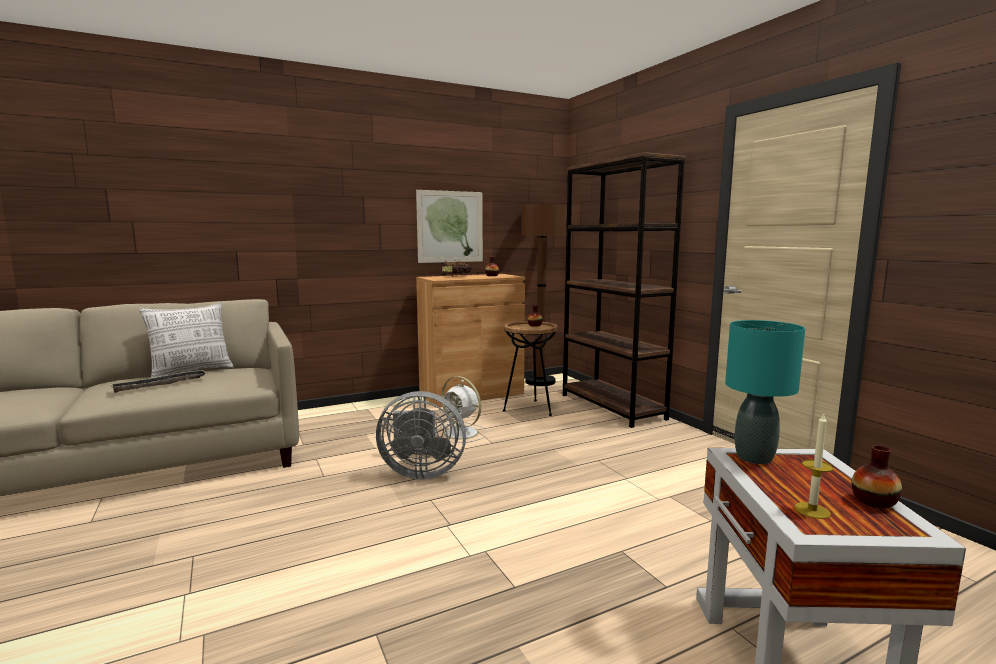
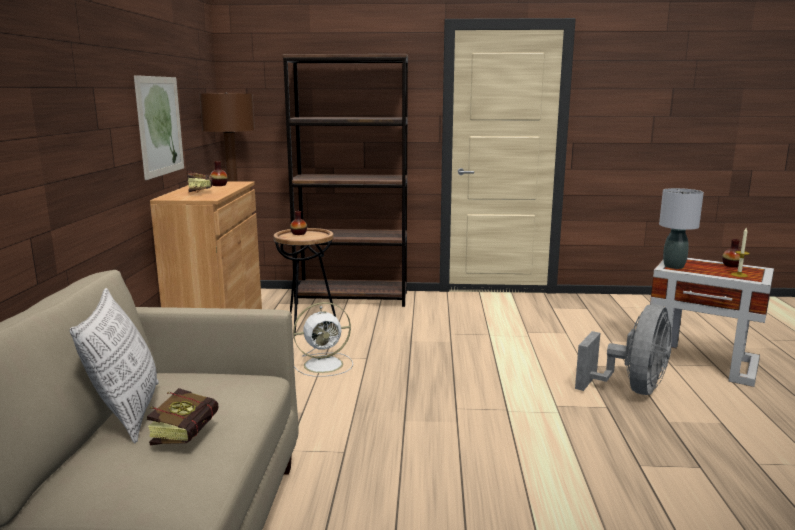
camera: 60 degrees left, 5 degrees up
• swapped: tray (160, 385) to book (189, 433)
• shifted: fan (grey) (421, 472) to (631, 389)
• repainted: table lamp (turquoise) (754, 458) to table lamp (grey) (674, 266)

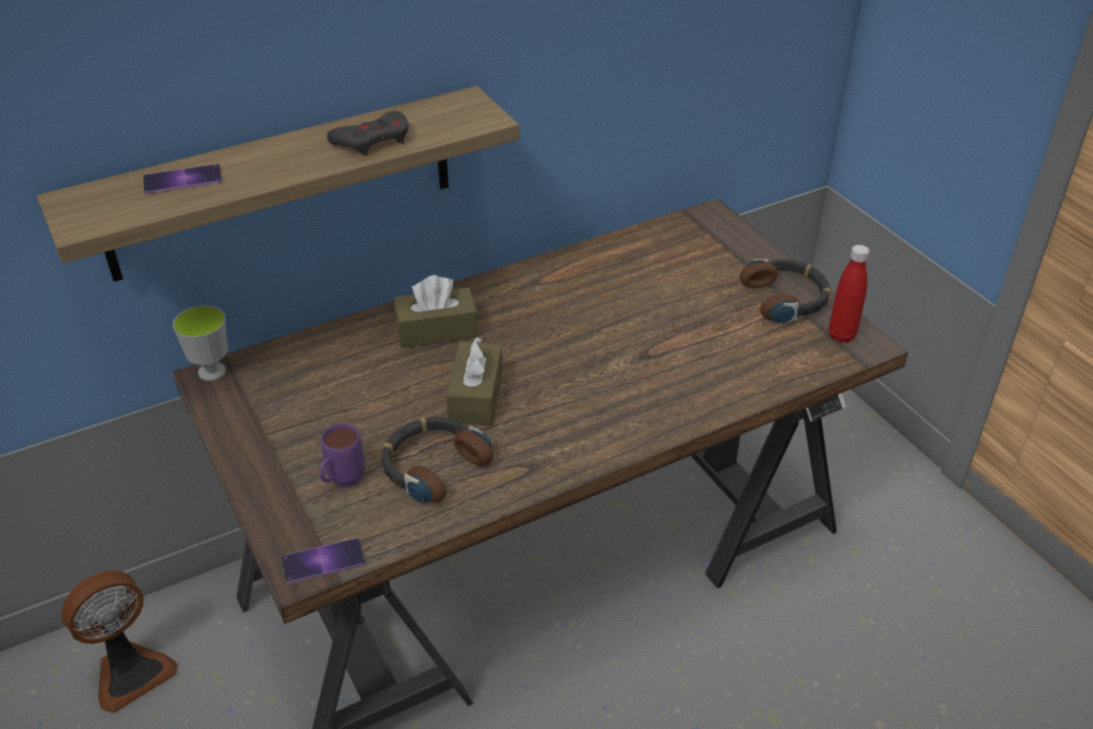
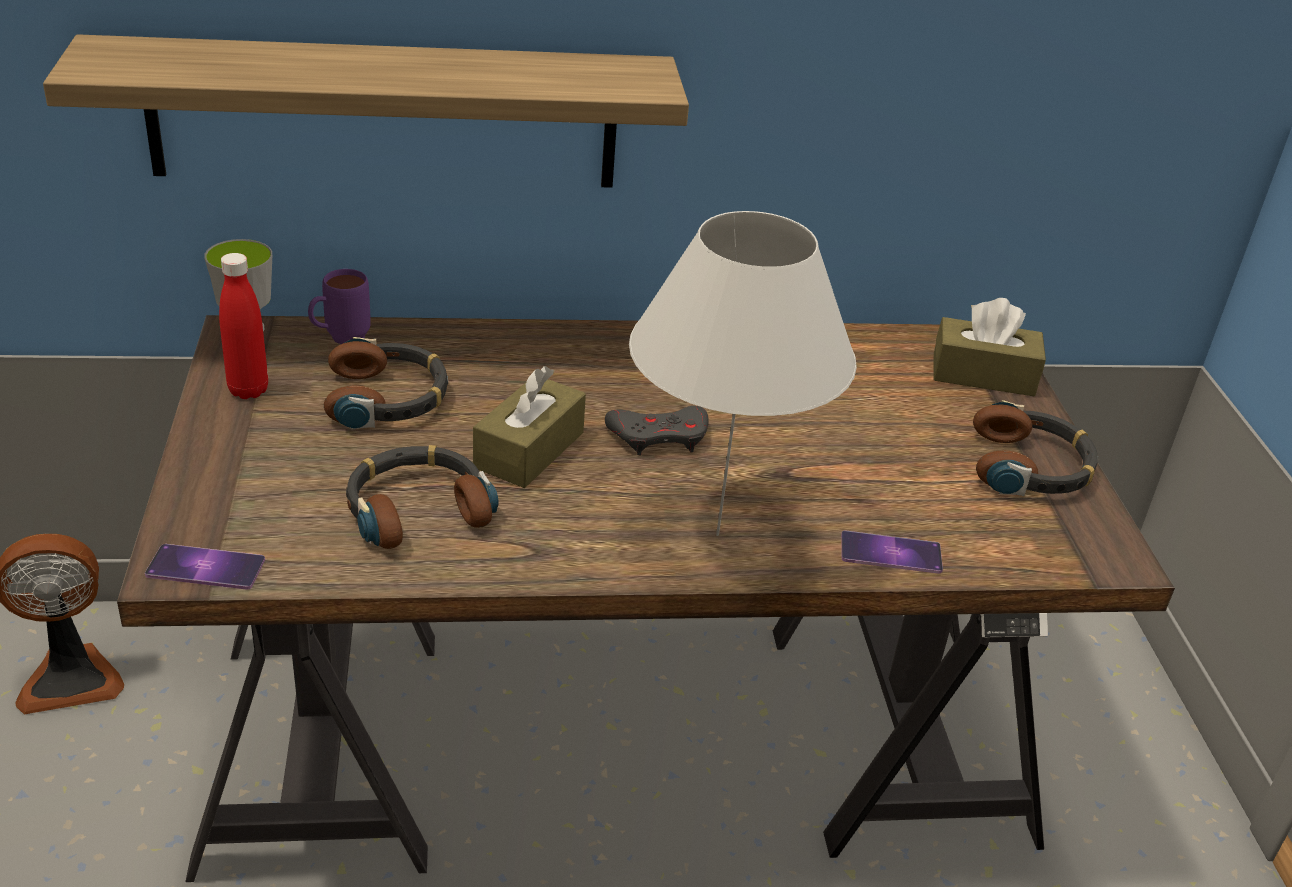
camera: 20 degrees right, 5 degrees down
• shifted: bottle (red) (841, 335) to (248, 390)
• shifted: mug (purple) (342, 483) to (340, 340)
• new: headphones (388, 398)
• shifted: game controller (grey) (373, 140) to (659, 436)
• new: table lamp (white) (717, 535)
• shifted: phone (182, 179) to (891, 553)
• shifted: tissue box (brown) (436, 330) to (983, 375)

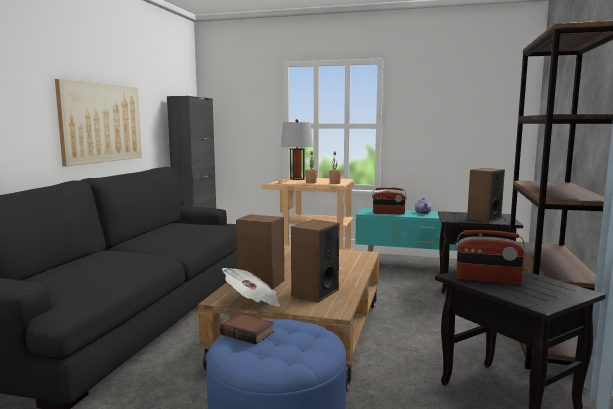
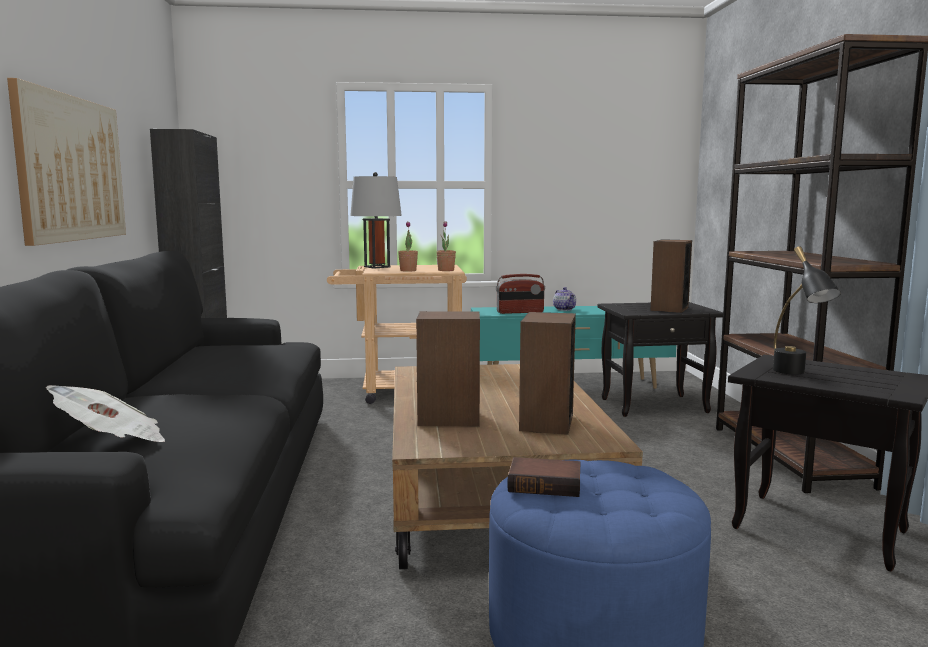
camera: 20 degrees left, 0 degrees up
• shifted: newspaper (252, 301) to (112, 441)
• swapped: radio (487, 280) to table lamp (black) (796, 374)

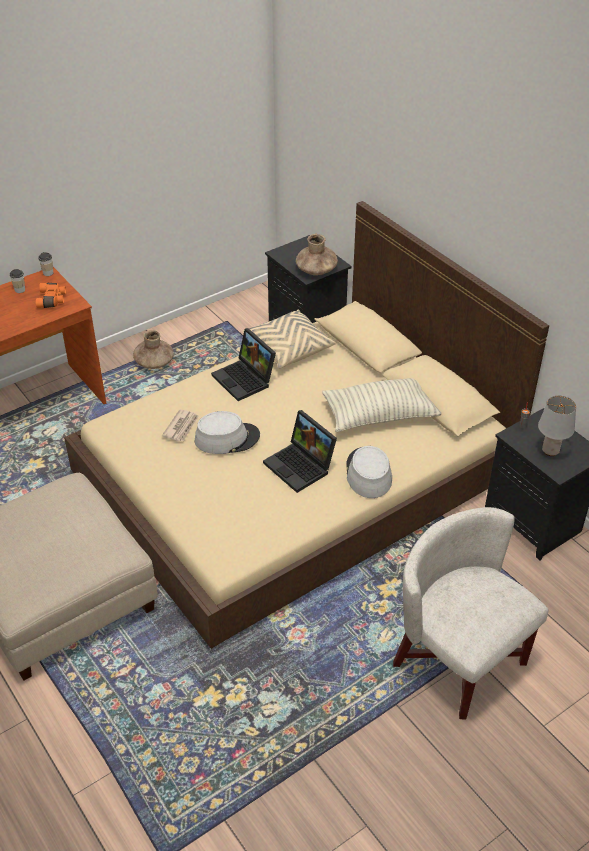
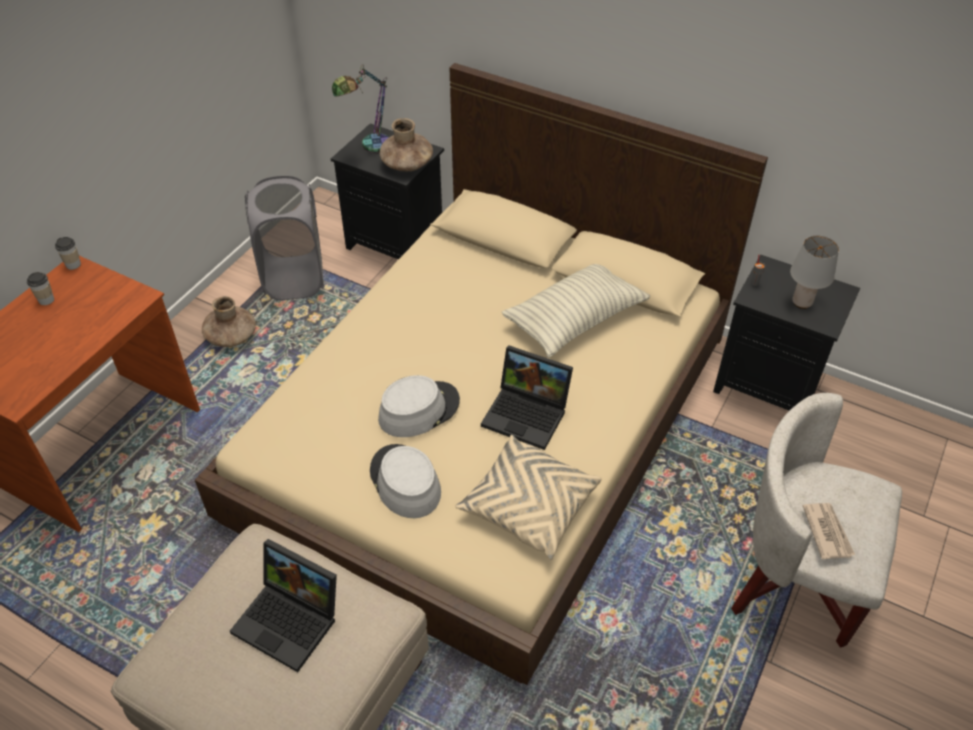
camera: 25 degrees left, 5 degrees up
• shifted: laptop (245, 379) to (291, 620)
• new: laundry basket (grey) (294, 278)
• new: table lamp (369, 147)
• shifted: hat (grey) (368, 473) to (404, 482)
• shifted: pillow (beige) (288, 348) to (528, 506)
• shifted: newspaper (181, 427) to (827, 532)
• gone: binoculars (orange) (52, 300)

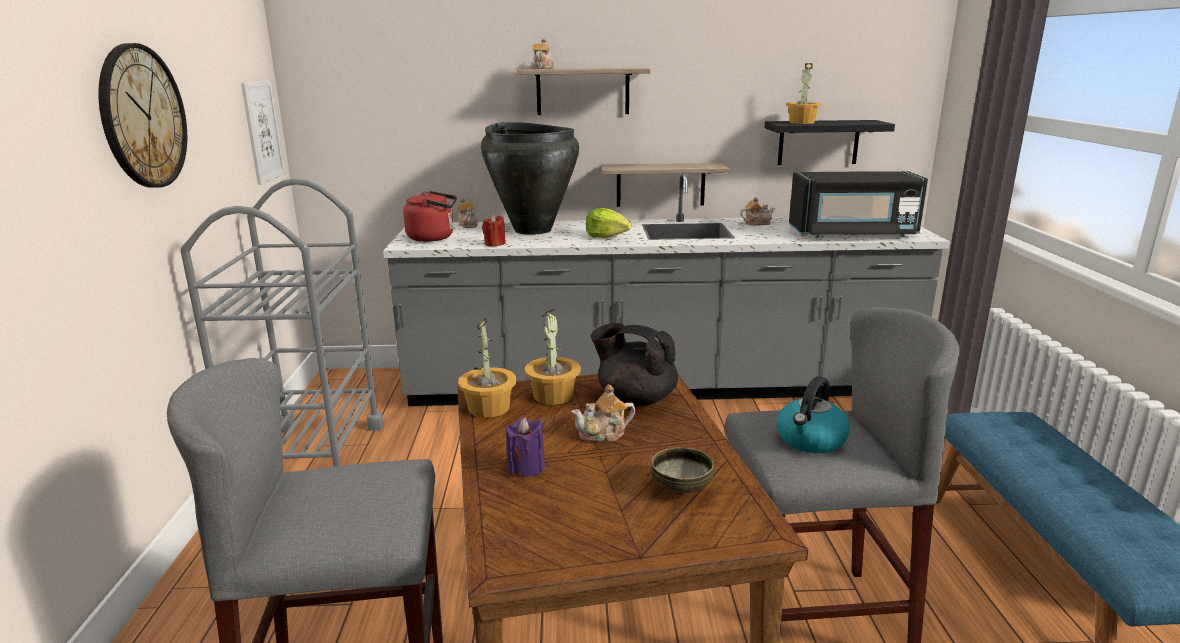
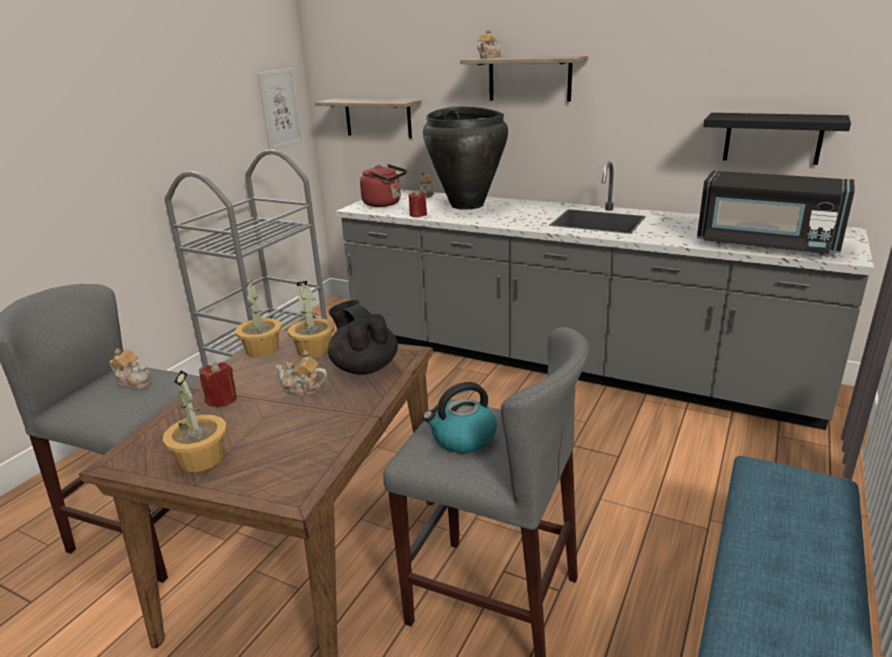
camera: 30 degrees right, 5 degrees up
• shifted: teapot (756, 223) to (134, 382)
• shifted: potted plant (801, 122) to (202, 458)
• repainted: candle (purple) (526, 468) to candle (red) (222, 400)
• shifted: shelf (660, 184) to (378, 117)
• gone: wall clock (143, 117)
• gone: lettuce (606, 236)
• gone: bowl (681, 489)

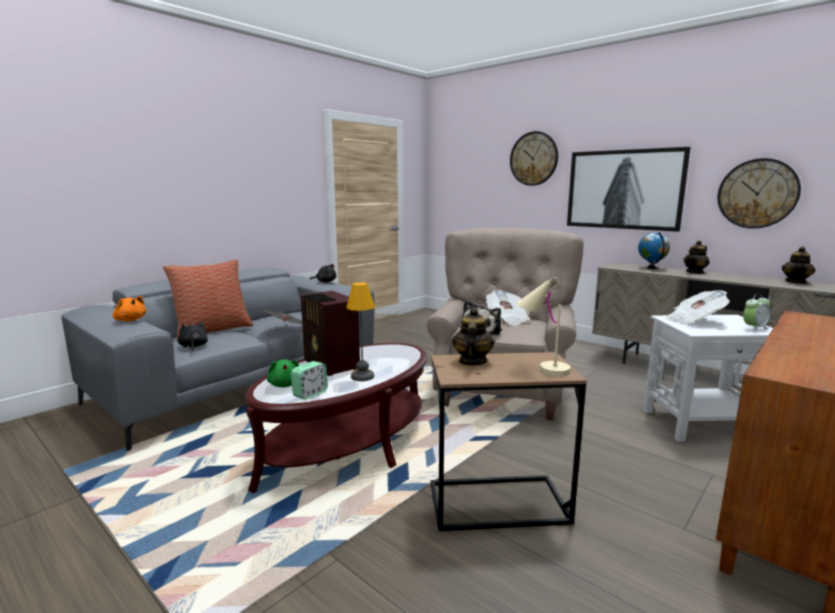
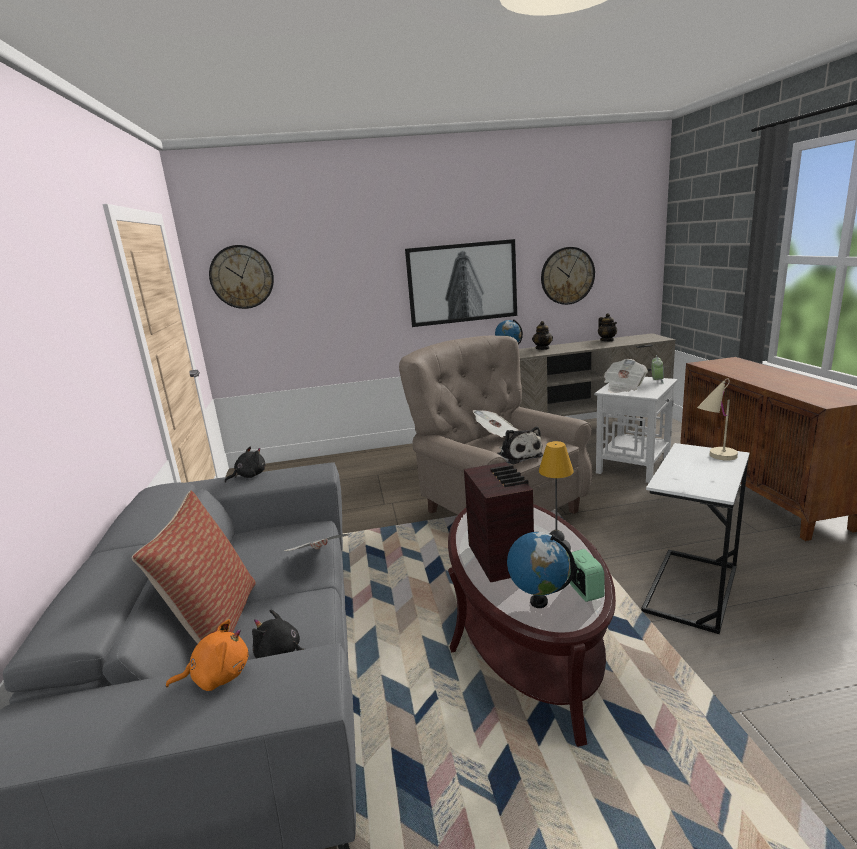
camera: 50 degrees left, 5 degrees up
• shifted: wall clock (534, 158) to (242, 277)
• rotated: radio (331, 365) = (501, 558) 105 degrees counterclockwise
• swapped: plush toy (green) (285, 384) to globe (539, 601)
• repainted: side table (brown) (497, 503) to side table (white) (691, 589)
• gone: teapot (472, 361)

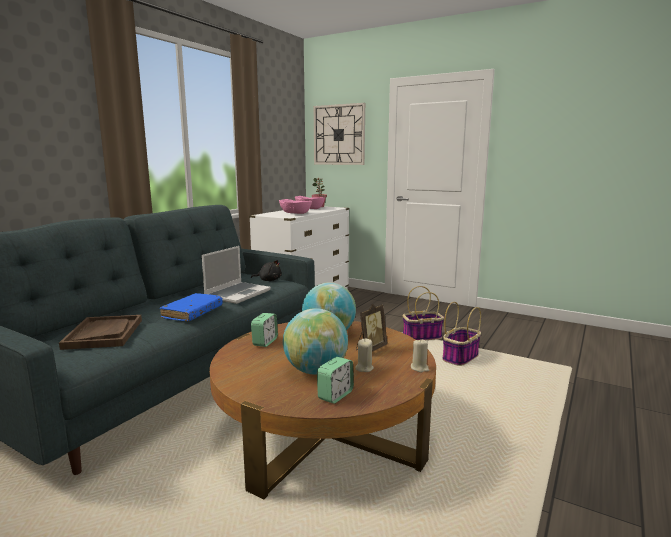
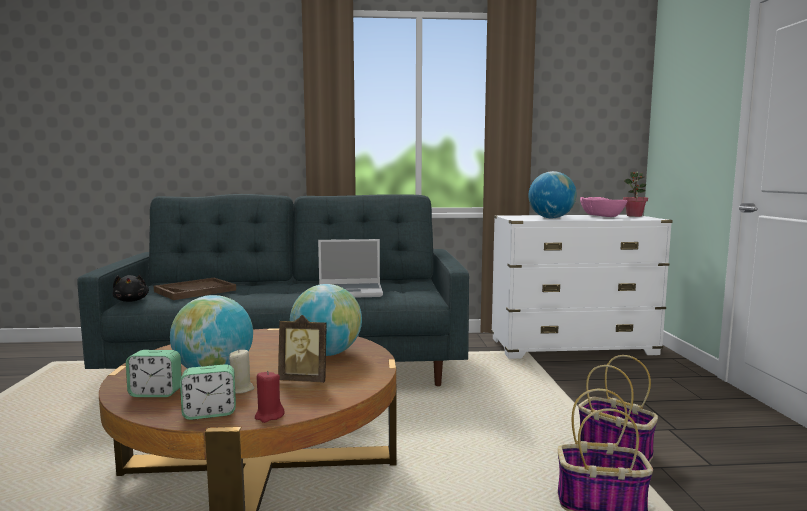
camera: 55 degrees right, 5 degrees down
• shifted: plush toy (black) (268, 280) to (131, 300)
• shifted: alarm clock (265, 342) to (210, 413)
• repainted: candle (beige) (419, 368) to candle (red) (269, 416)
• swapped: bowl (pink) (295, 213) to globe (551, 218)
• gone: book (blue) (192, 313)
• gone: wall clock (339, 135)

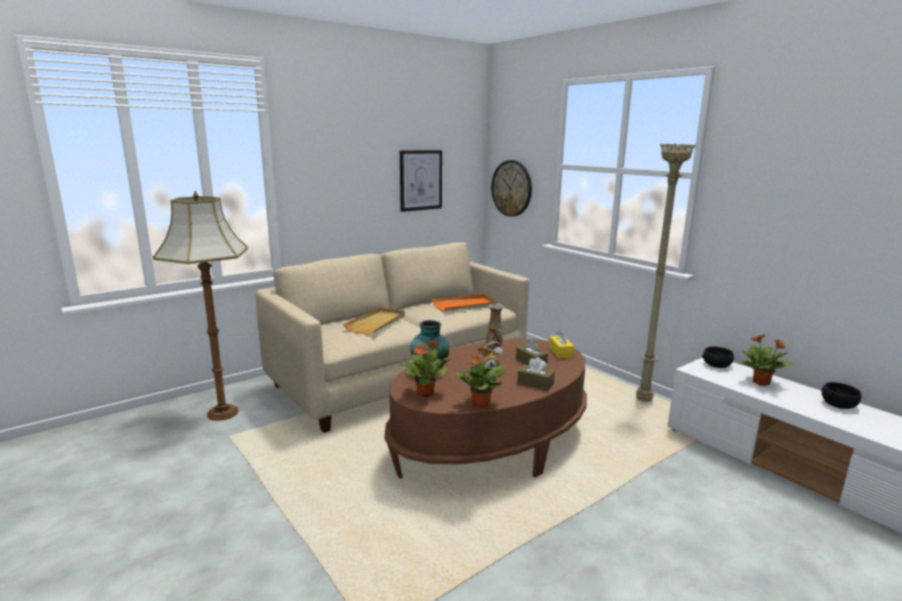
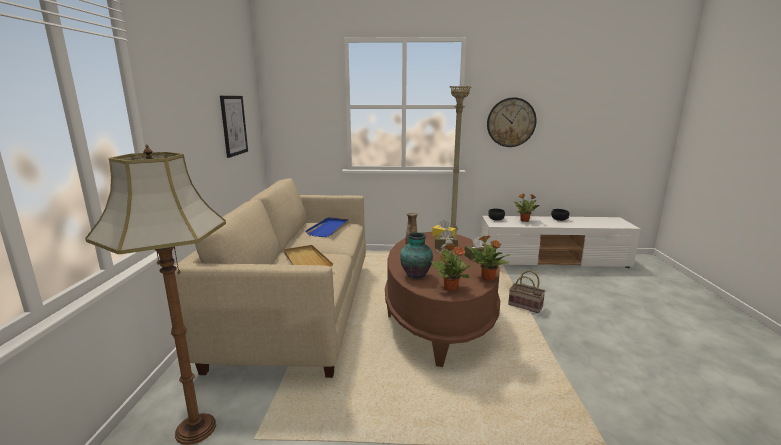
camera: 50 degrees left, 0 degrees up
• repainted: tray (orange) (464, 305) to tray (blue) (329, 229)
• shifted: wall clock (512, 188) to (511, 122)
• new: basket (526, 306)

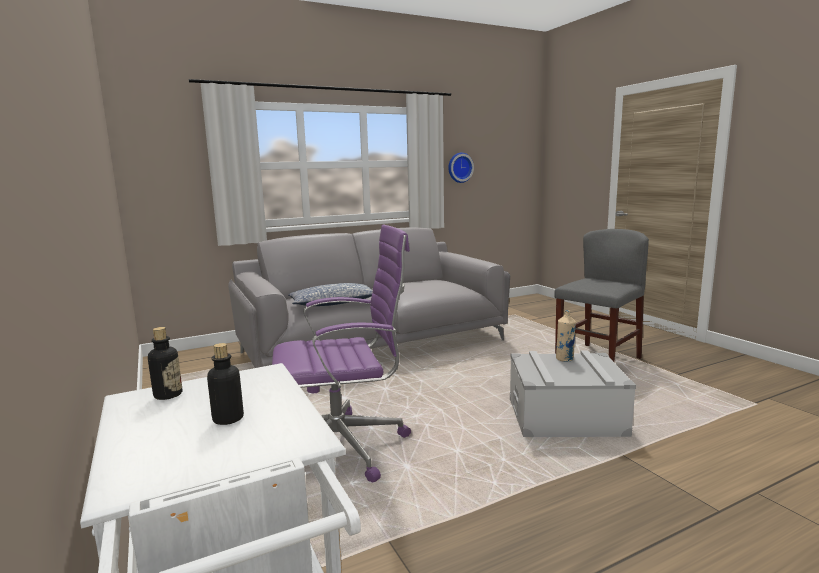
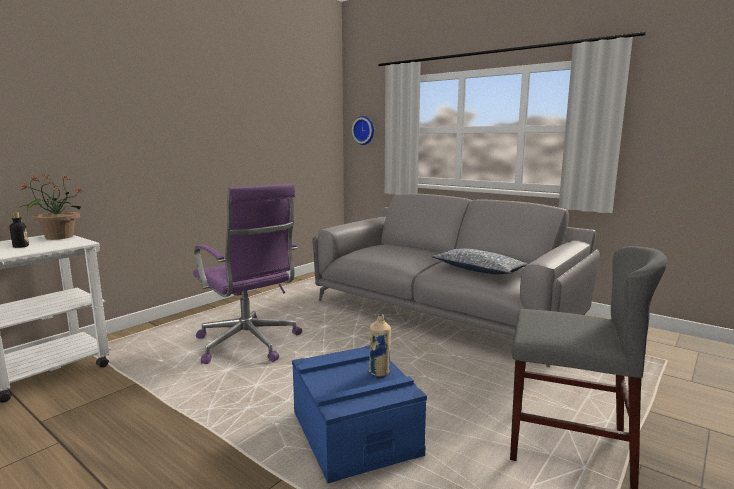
camera: 65 degrees right, 0 degrees up
• swapped: bottle (168, 395) to potted plant (58, 237)
• repainted: storage box (grey) (565, 417) to storage box (blue) (354, 433)
• shifted: wall clock (459, 167) to (364, 130)
• shifted: pillow (333, 303) to (478, 270)

